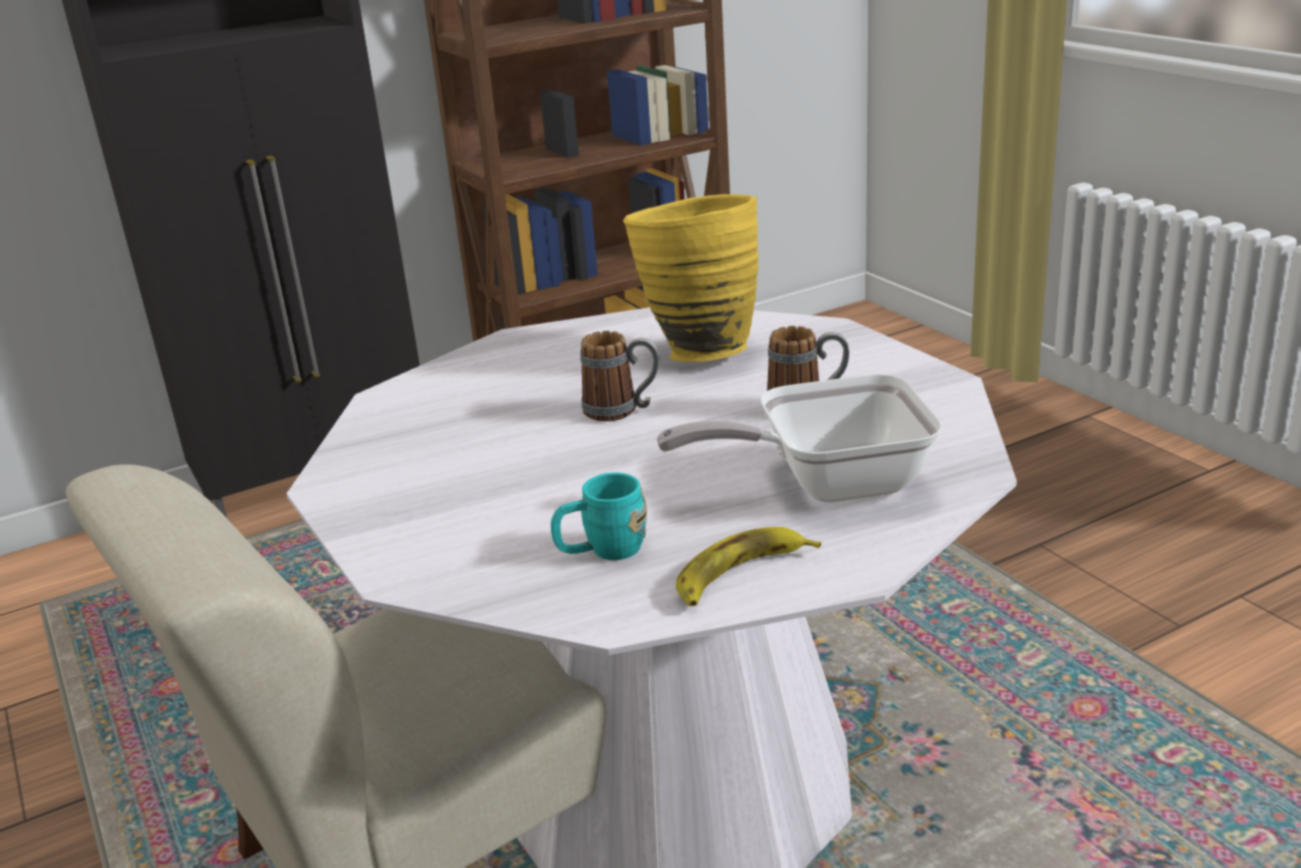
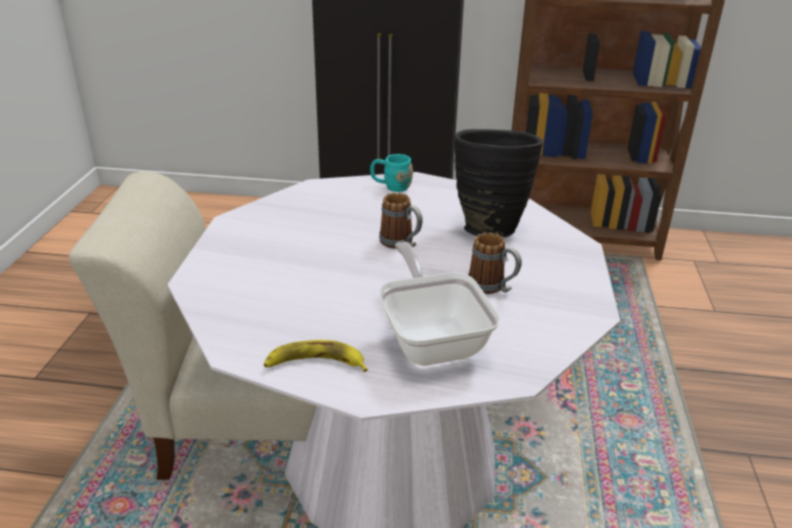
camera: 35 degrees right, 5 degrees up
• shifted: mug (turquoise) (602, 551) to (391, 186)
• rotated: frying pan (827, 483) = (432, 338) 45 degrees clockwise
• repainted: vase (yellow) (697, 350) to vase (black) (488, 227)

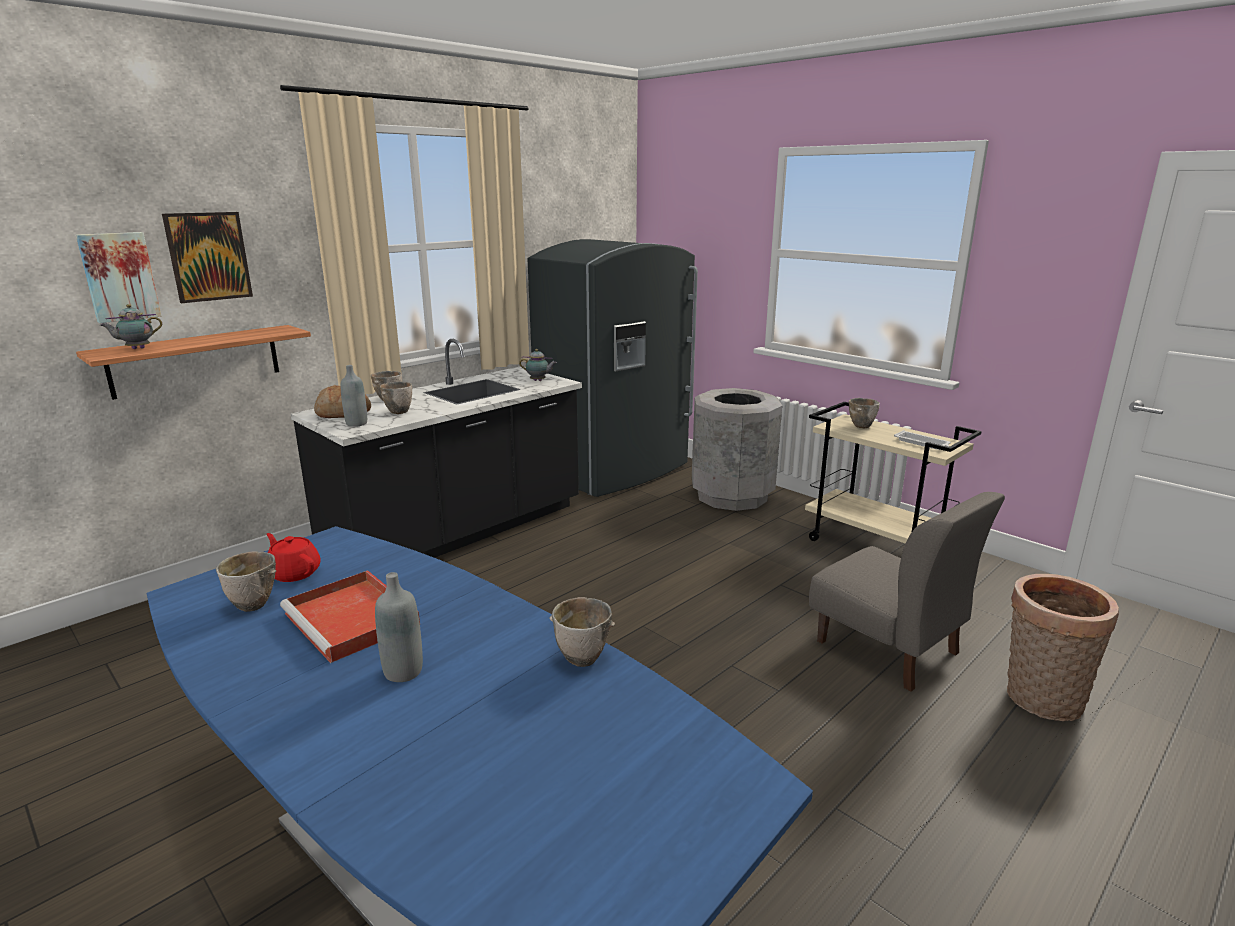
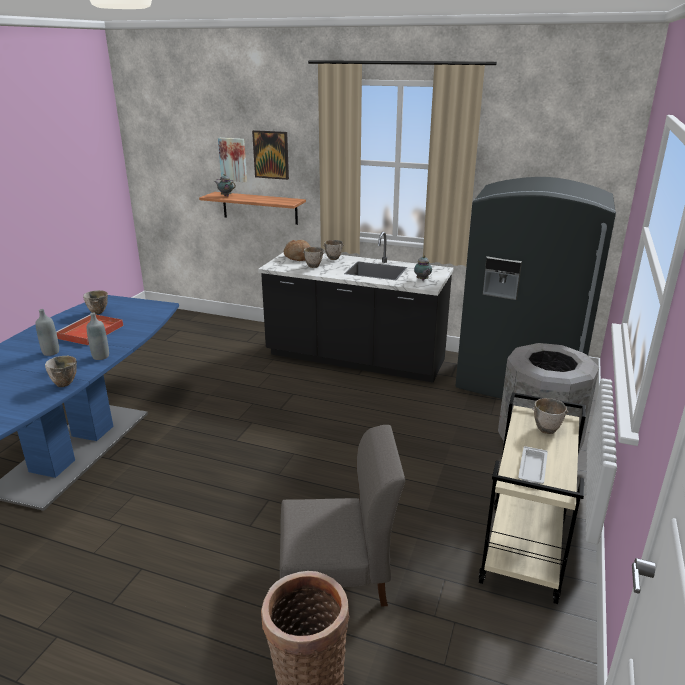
camera: 65 degrees right, 5 degrees up
• shifted: bottle (grey) (356, 423) to (101, 356)
• rotated: chair (grey) (887, 647) = (337, 576) 120 degrees counterclockwise
• gone: teapot (red) (294, 573)

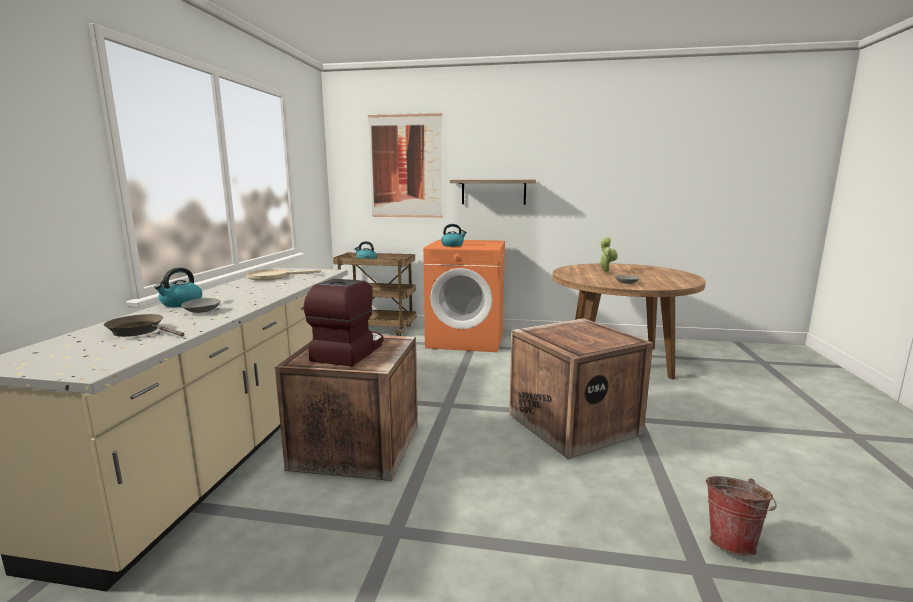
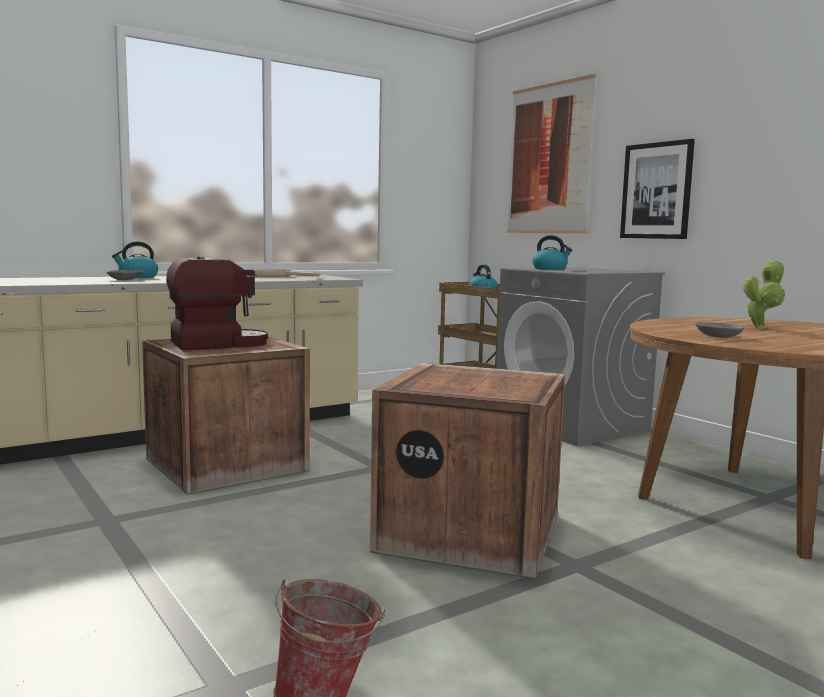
camera: 45 degrees right, 5 degrees down
• repainted: washing machine (orange) (466, 339) to washing machine (grey) (572, 425)
• swapped: shelf (493, 192) to picture (656, 191)
• gone: frying pan (brown) (140, 331)

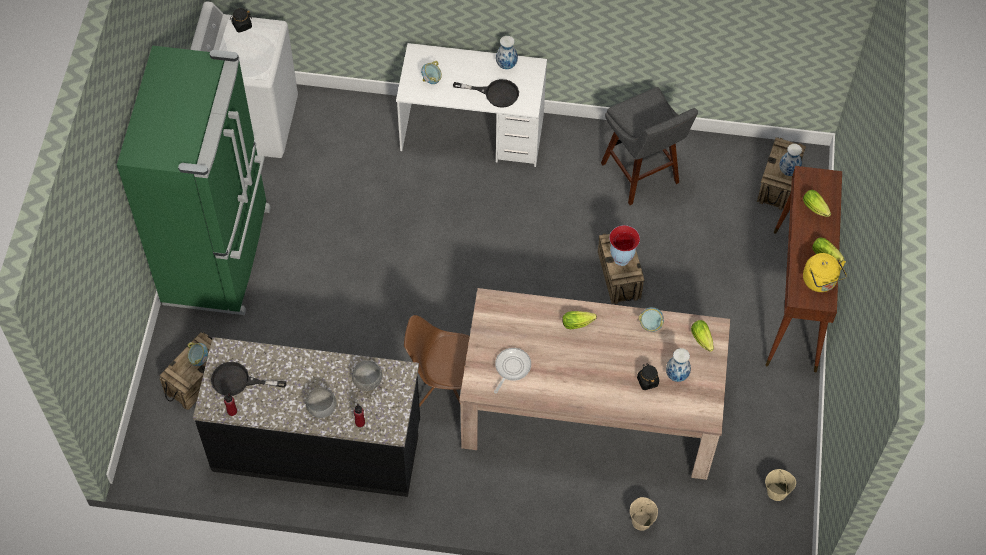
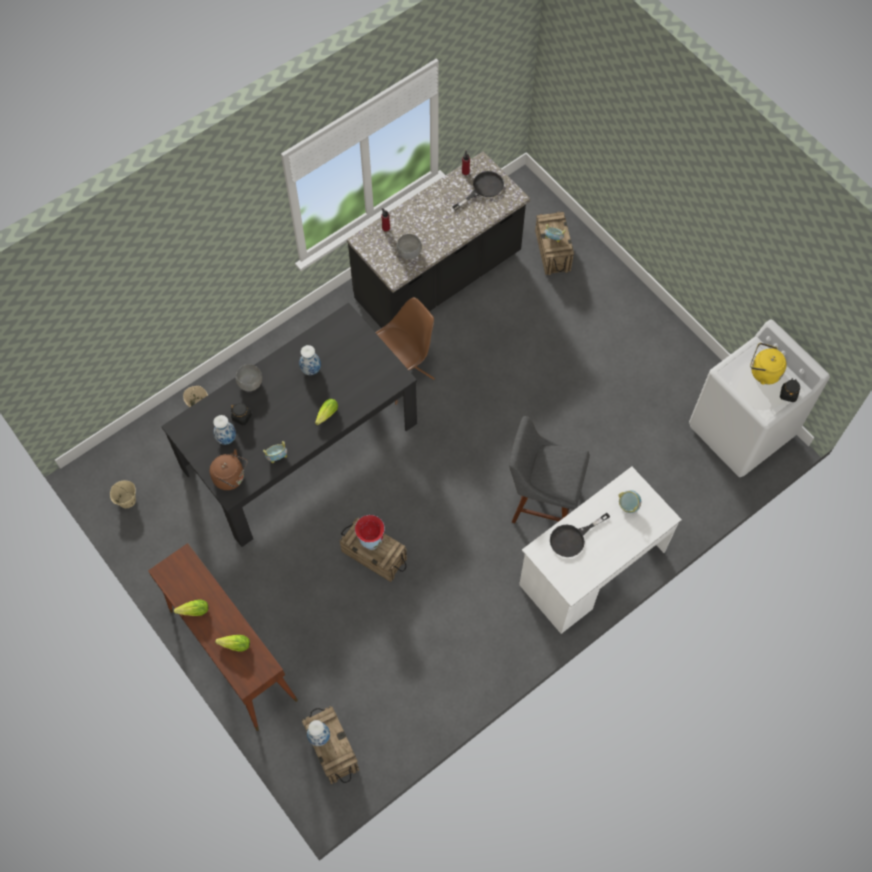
camera: 135 degrees right, 5 degrees up
• repainted: dining table (beige) (590, 409) to dining table (black) (299, 445)
• swapped: lettuce (702, 340) to kettle (brown) (231, 478)
• shifted: bowl (grey) (321, 409) to (250, 382)
• shifted: vase (506, 65) to (310, 369)
• shifted: stool (grey) (642, 176) to (541, 503)
• shifted: kettle (yellow) (820, 282) to (763, 372)
• gone: fridge (green) (220, 255)
• gone: frying pan (511, 368)

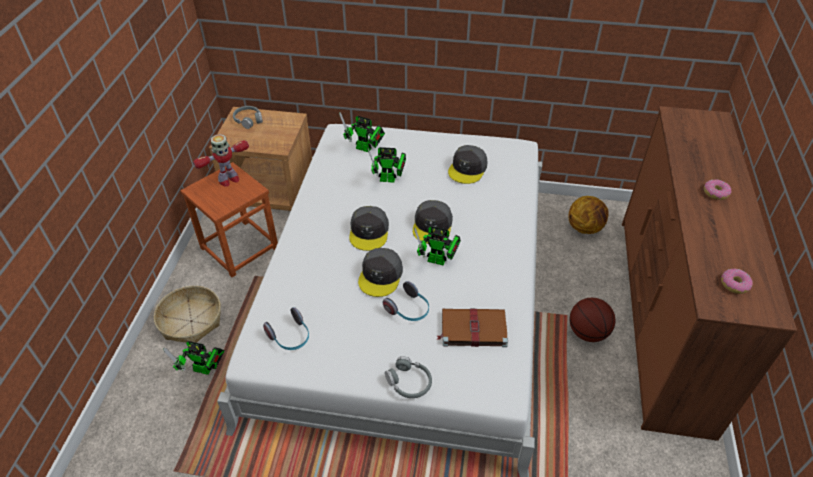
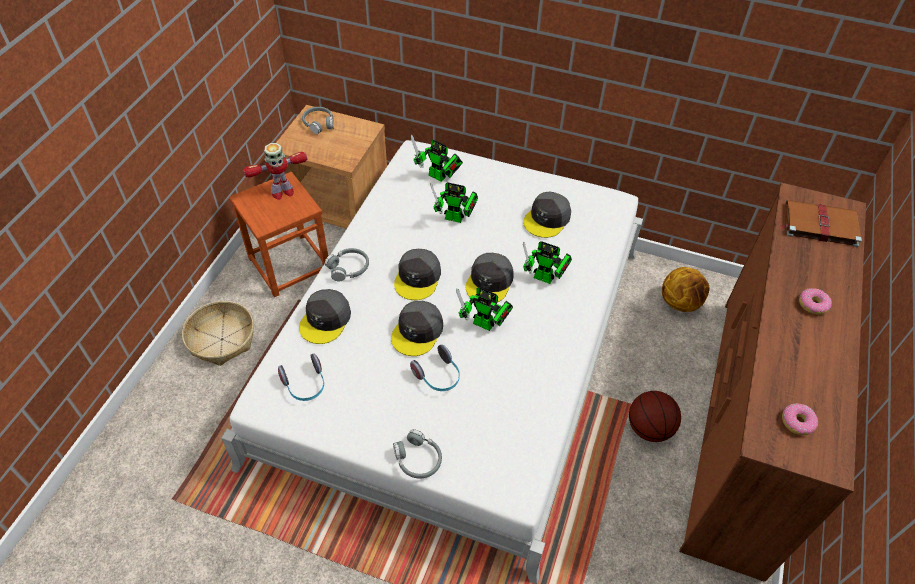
camera: 10 degrees right, 5 degrees up
• new: cap (grey) (325, 320)
• new: headphones (grey) (348, 268)
• shifted: toy robot (205, 370) to (546, 279)
• shifted: book (brown) (472, 329) to (819, 225)

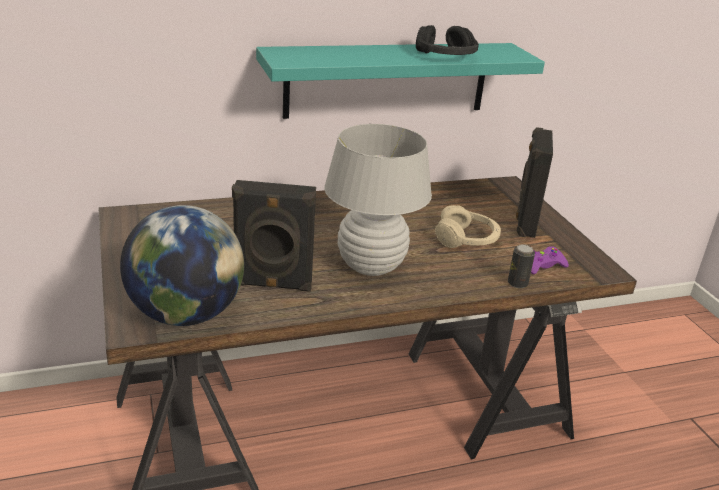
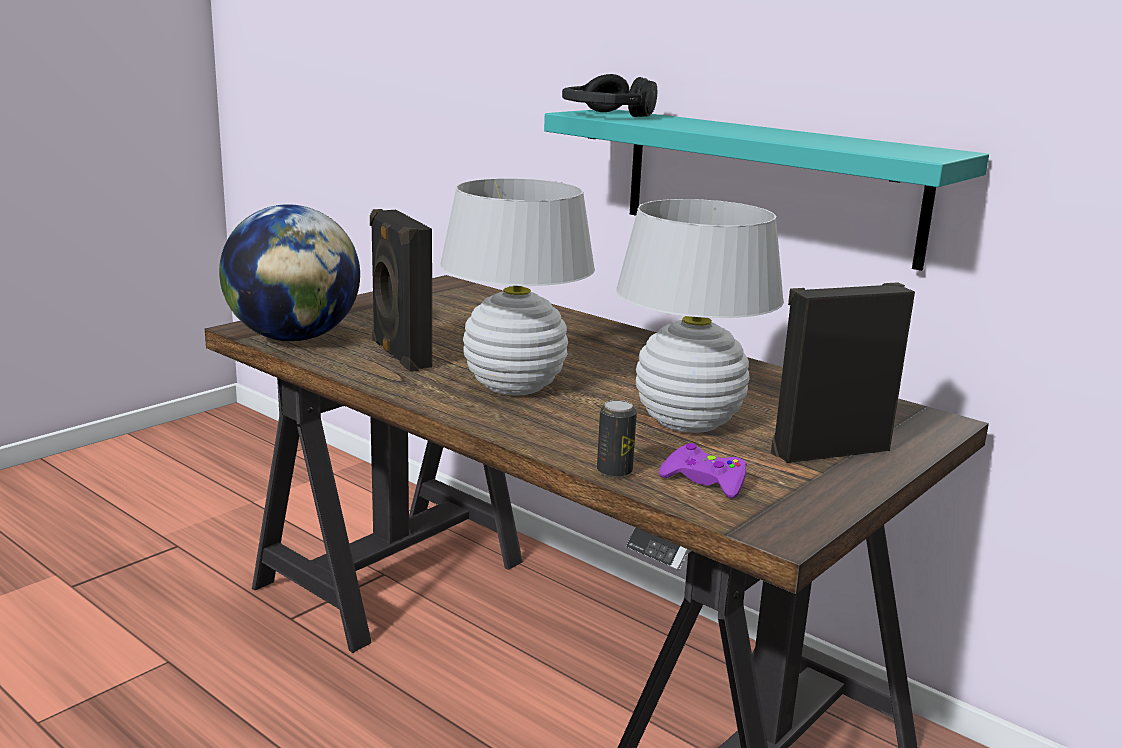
camera: 60 degrees right, 10 degrees down
• shifted: headphones (black) (446, 56) to (606, 115)
• swapped: headphones (beige) (466, 239) to table lamp (white) (688, 422)

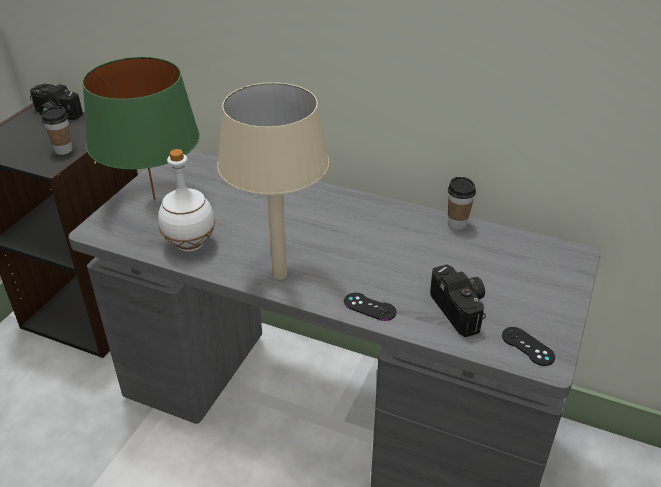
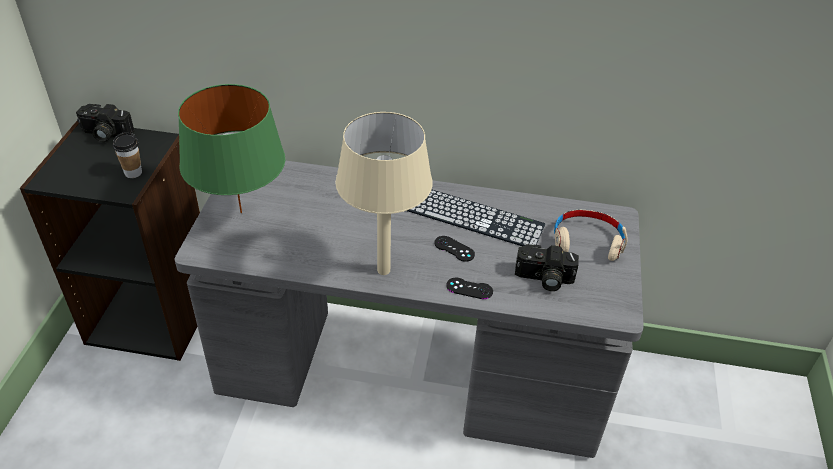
camera: 15 degrees left, 5 degrees up
• new: keyboard (470, 216)
• shifted: game controller (black) (527, 346) to (454, 249)
• rotated: photo camera (462, 309) = (543, 279) 135 degrees clockwise
• new: headphones (beige) (587, 241)
• gone: bottle (white) (191, 245)
• gone: cup (457, 224)

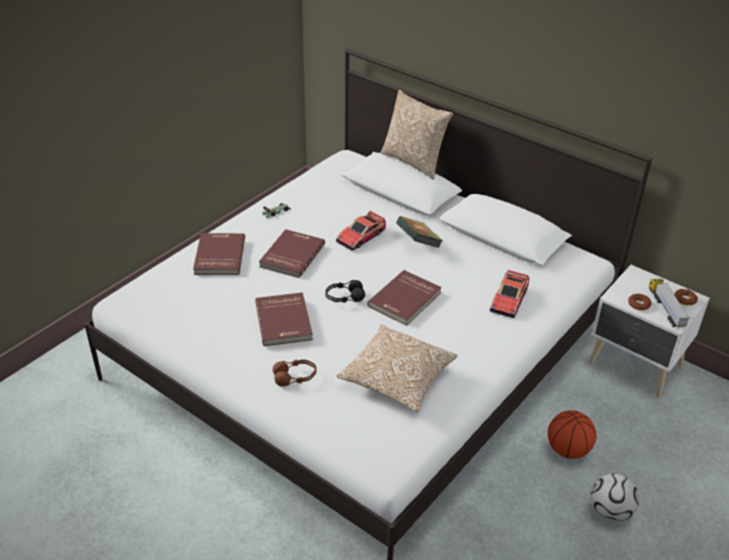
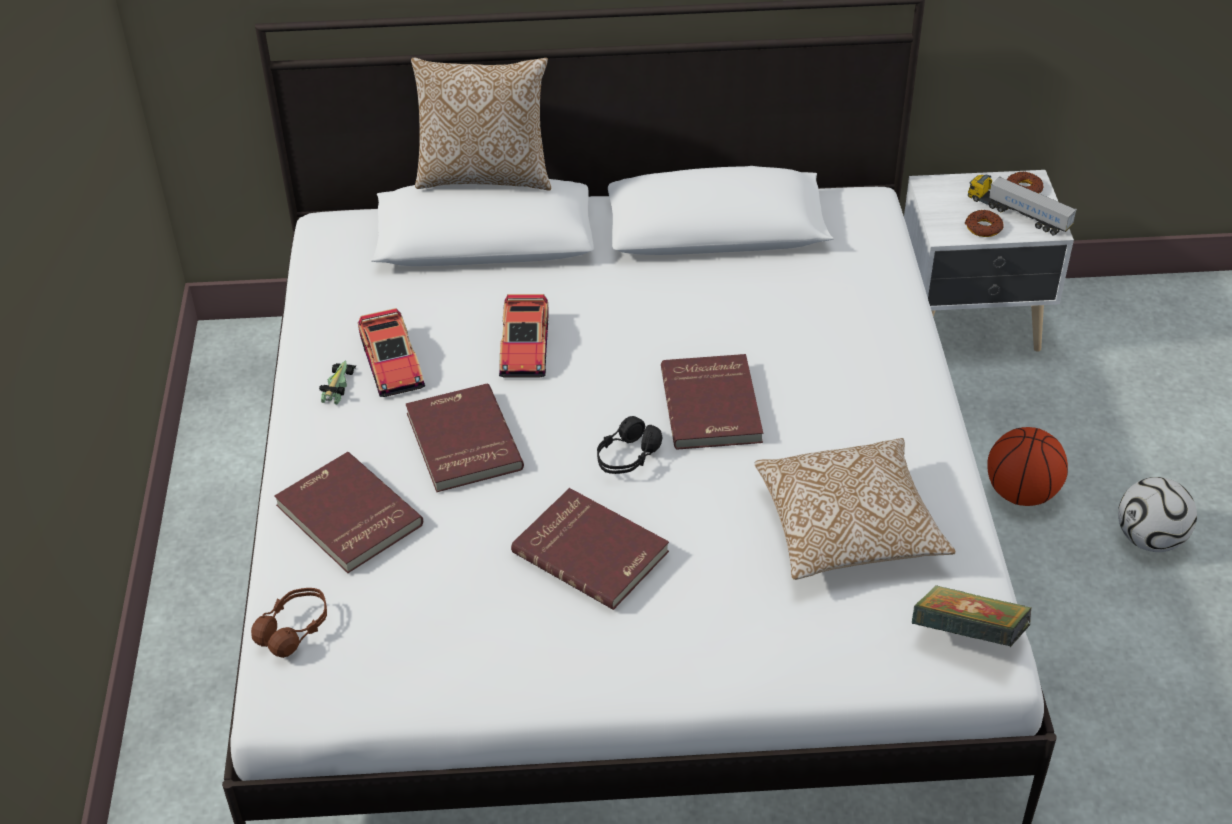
camera: 40 degrees left, 5 degrees up
• shifted: headphones (brown) (295, 377) to (294, 629)
• shifted: toy car (509, 300) to (392, 363)
• shifted: book (418, 244) to (967, 637)

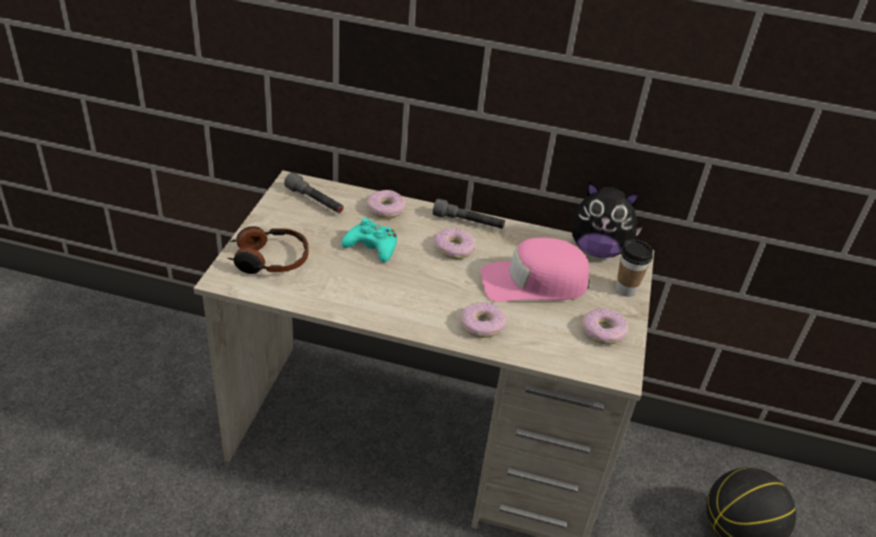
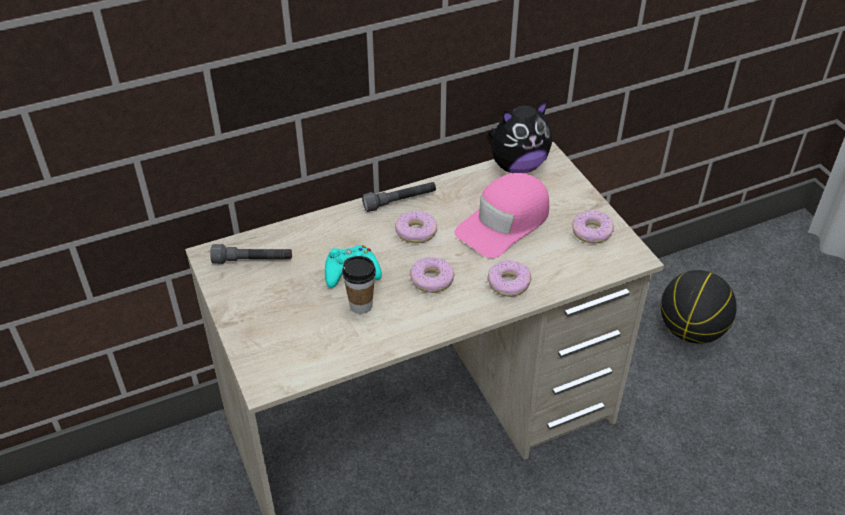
camera: 35 degrees left, 5 degrees up
• shifted: cup (626, 289) to (361, 305)
• shifted: donut (385, 209) to (431, 280)
• gone: headphones (269, 259)

